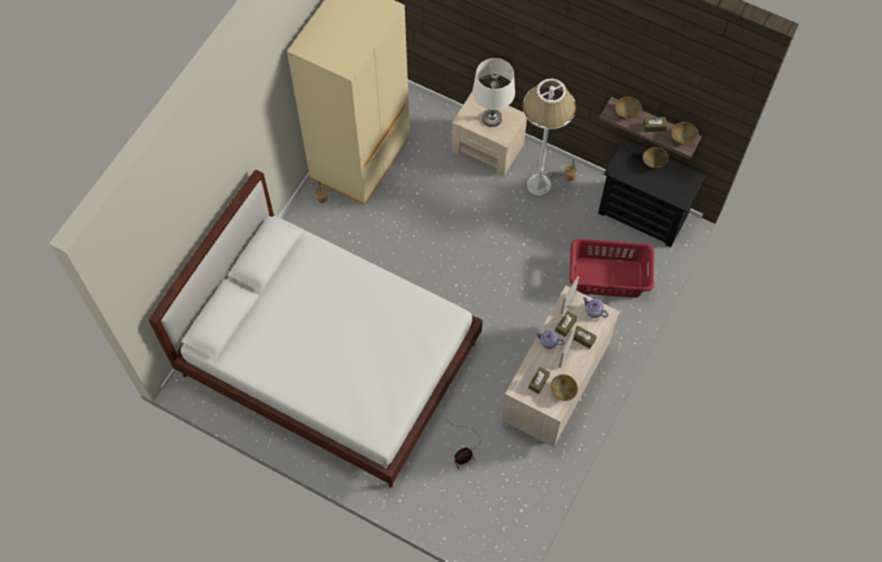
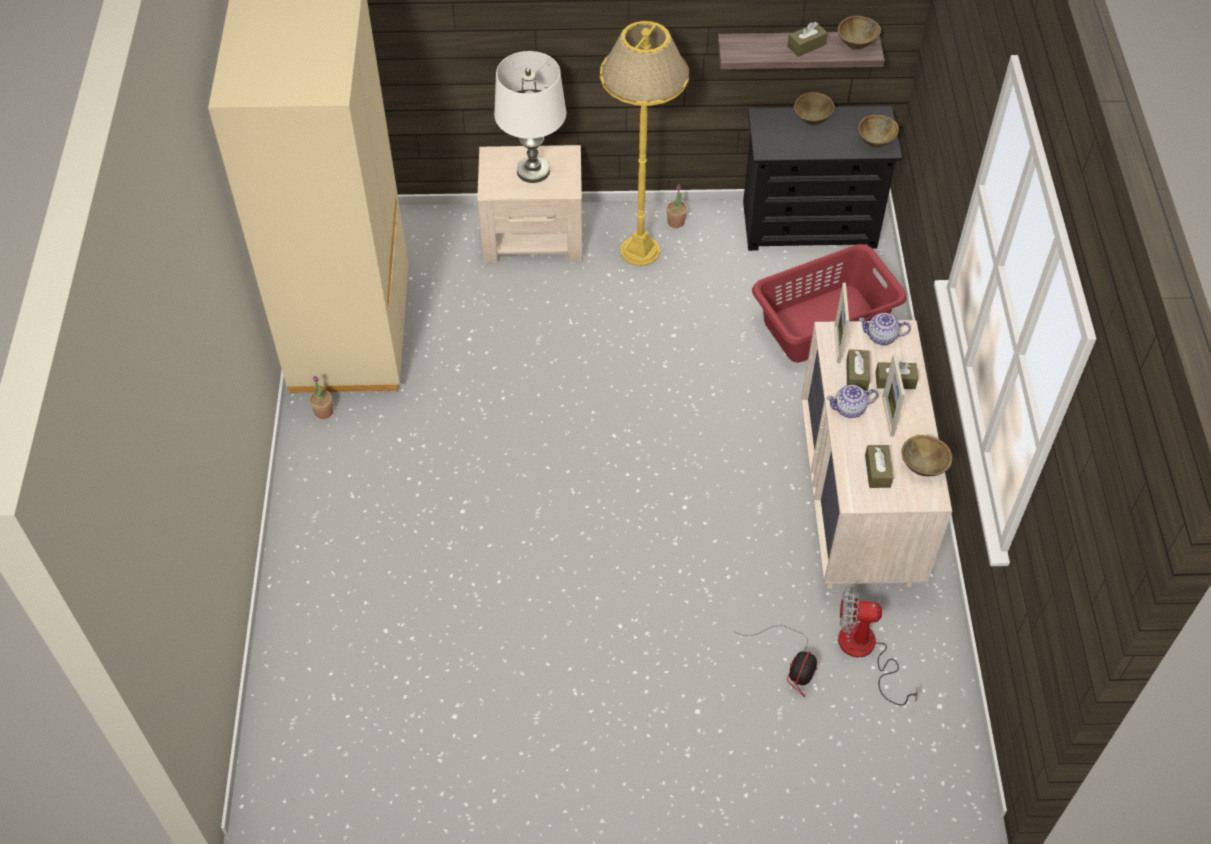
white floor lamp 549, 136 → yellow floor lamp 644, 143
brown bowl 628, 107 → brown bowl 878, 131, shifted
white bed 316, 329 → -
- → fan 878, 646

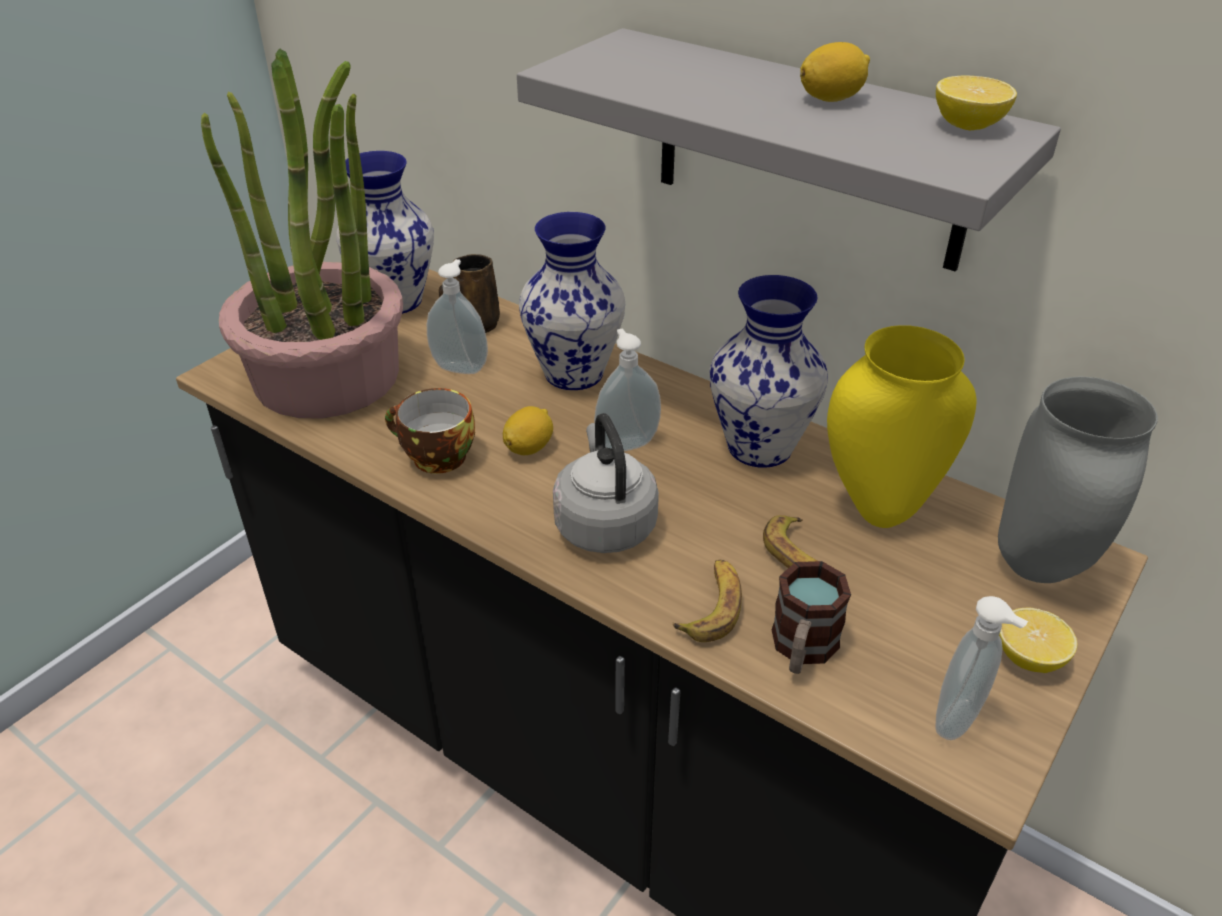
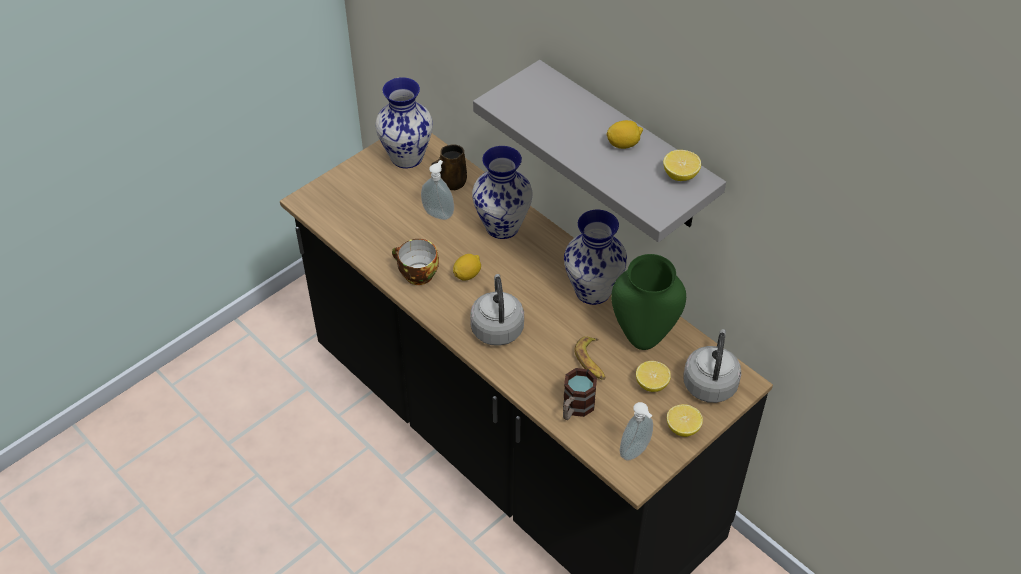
potted plant 302, 233 → -
yellow vase 901, 426 → green vase 648, 302
soap dispenser 627, 390 → -
grey vase 1078, 480 → grey kettle 712, 366
banana 707, 601 → -
- → lemon 653, 376

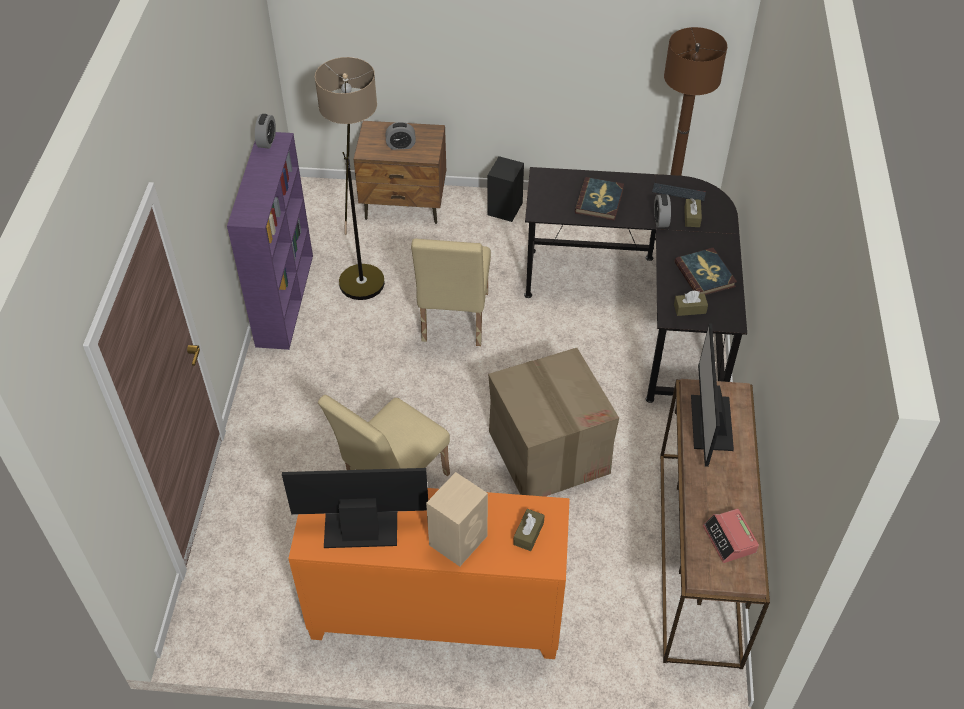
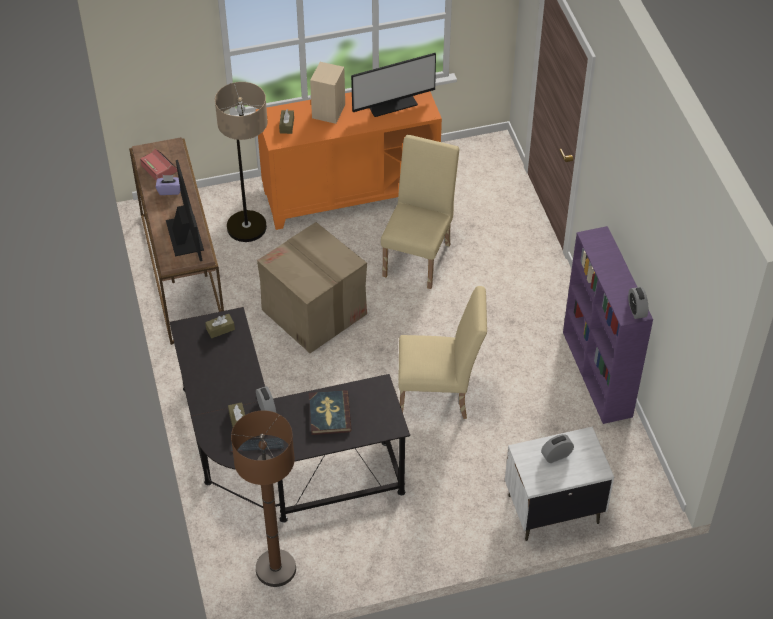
floor lamp 350, 178 → floor lamp 241, 162, shifted
brown nightstand 400, 172 → white nightstand 559, 484
black speaker 505, 189 → -
beige chair 451, 292 → beige chair 442, 352, 105 degrees clockwise
book 705, 271 → -
- → purple tissue box 168, 185

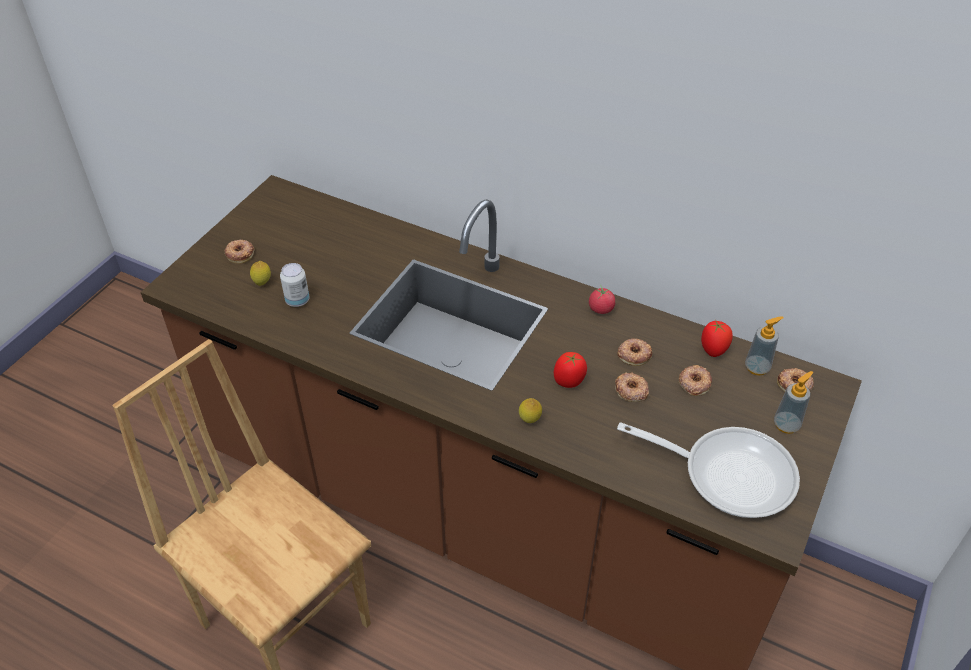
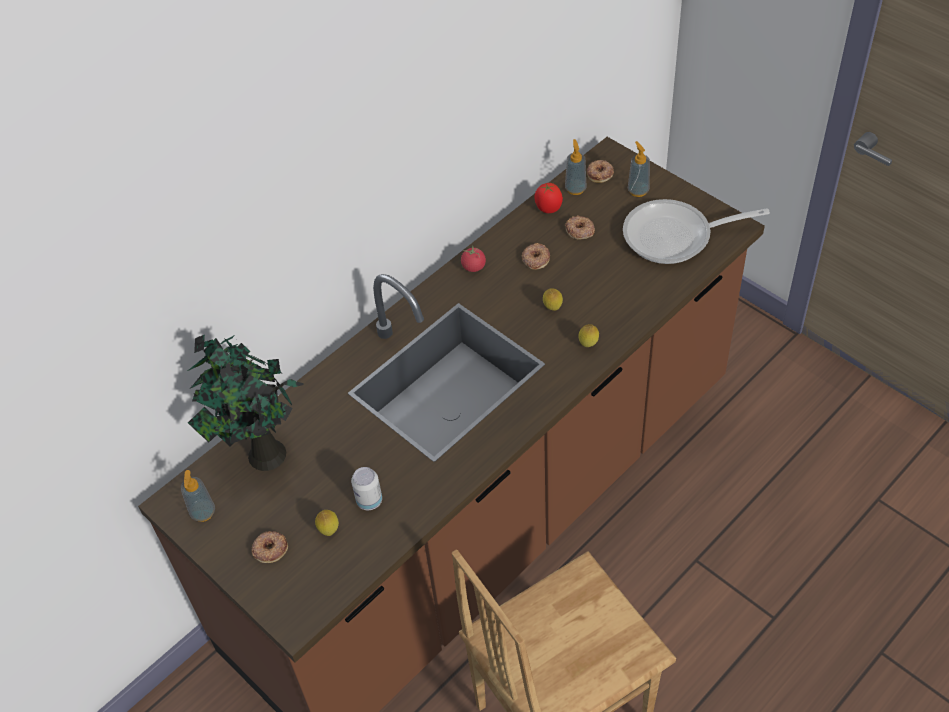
tomato 570, 370 → lemon 553, 299
donut 632, 387 → -
frying pan 708, 470 → frying pan 696, 231, 135 degrees counterclockwise
- → potted plant 246, 402
- → soap dispenser 198, 496

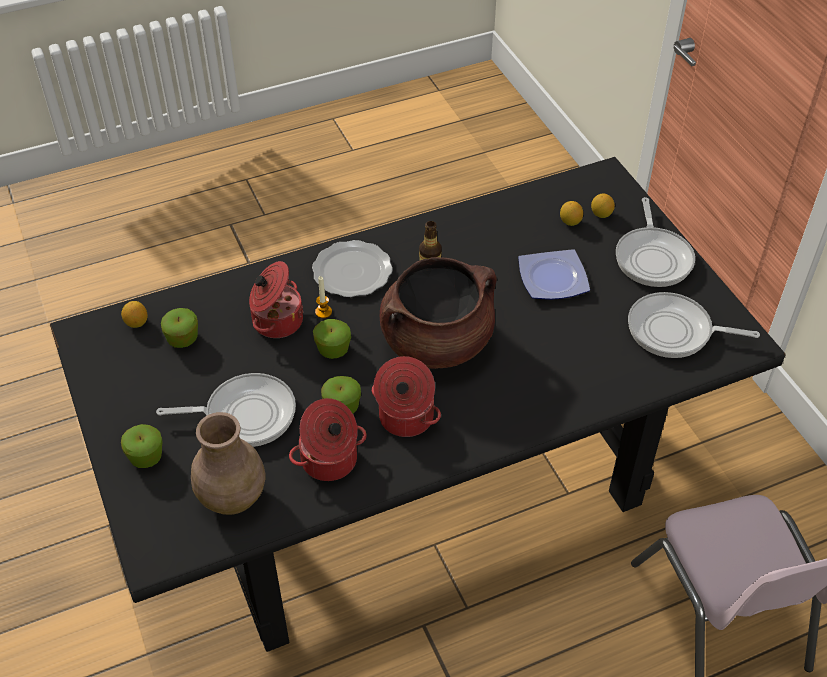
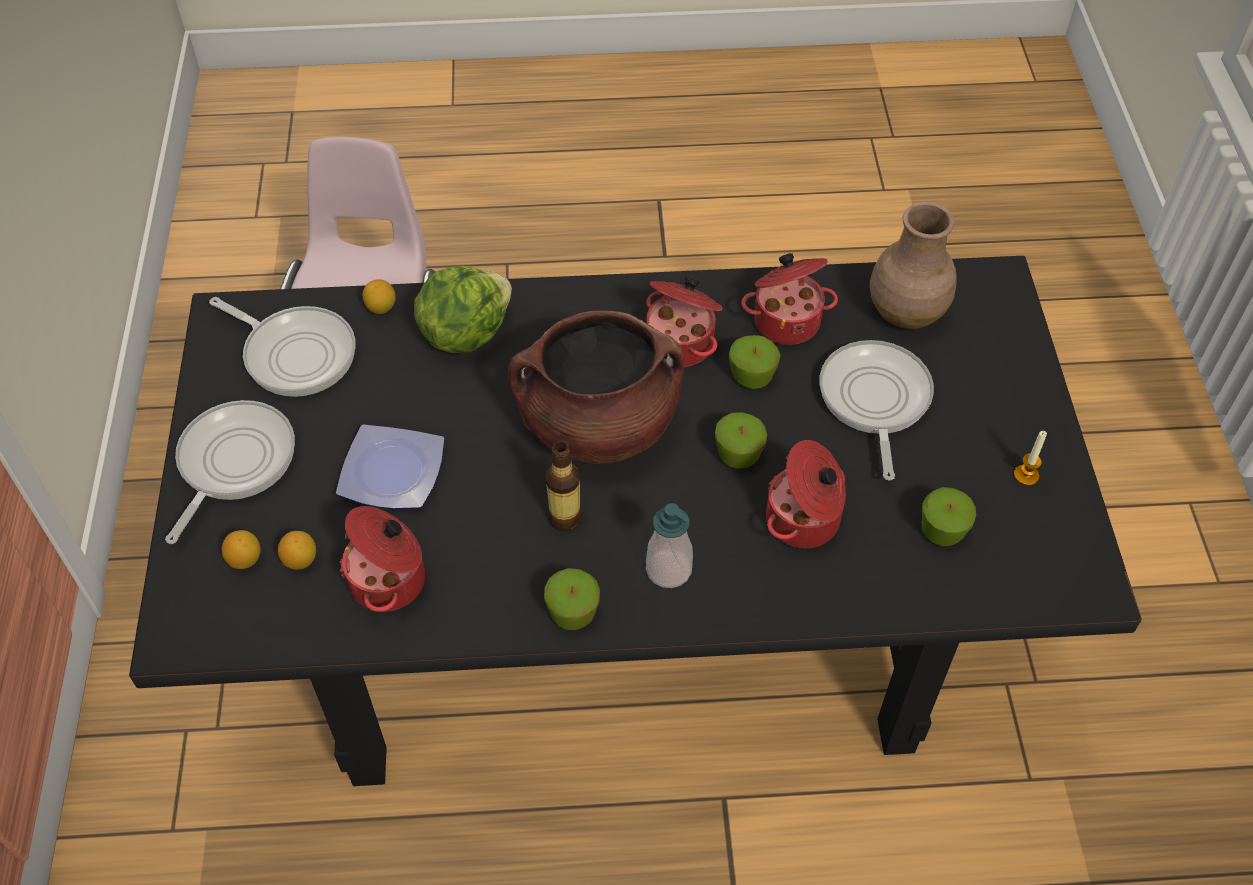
plate 352, 269 → soap dispenser 669, 545
candle 323, 297 → candle 1030, 458, shifted
lemon 134, 314 → lemon 379, 296, shifted
frying pan 226, 410 → frying pan 876, 410, 75 degrees clockwise
apple 142, 446 → apple 572, 599, shifted
- → lettuce 463, 310
- → cooking pot 382, 559

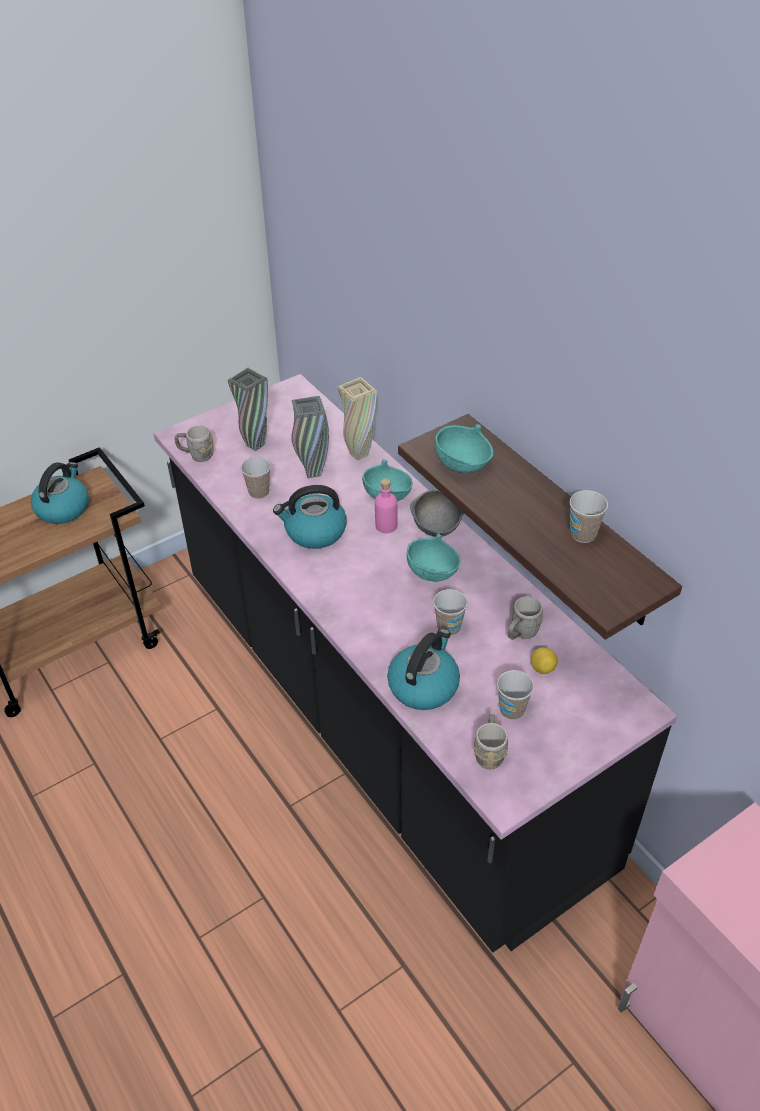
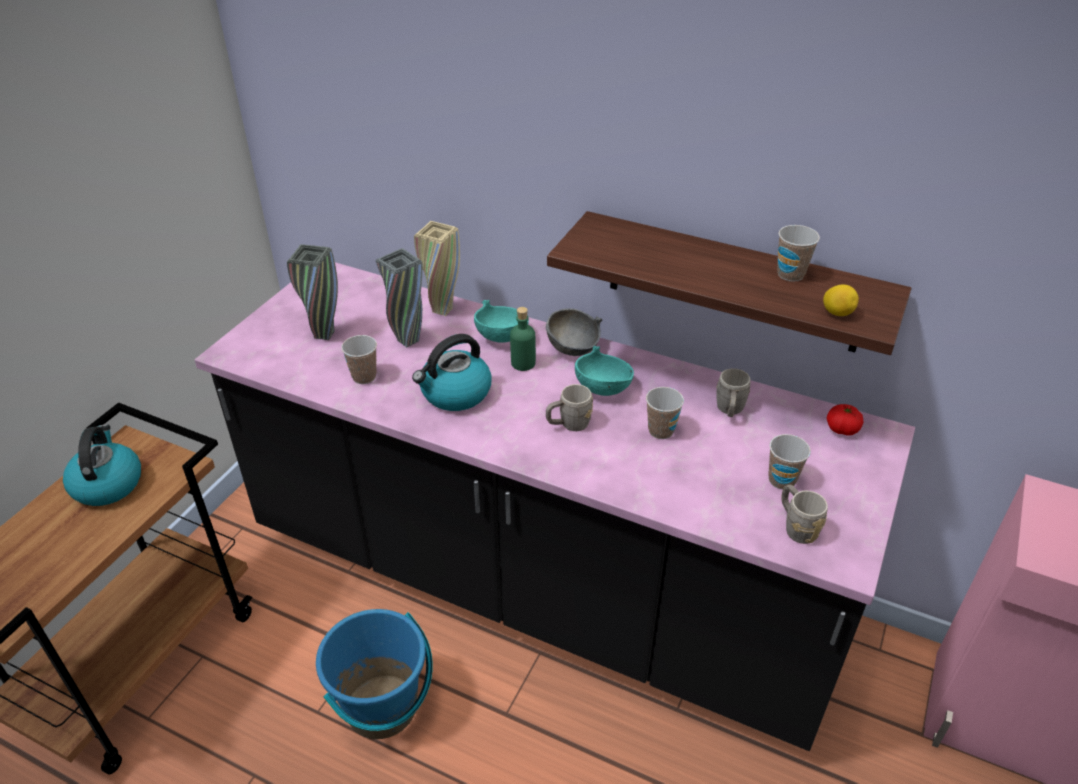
turquoise bowl 464, 448 → -
grey mug 194, 443 → grey mug 569, 407, shifted
pink bottle 386, 505 → green bottle 523, 339
kettle 423, 669 → -
lemon 544, 660 → lemon 841, 300, shifted
- → tomato 845, 420
- → blue bucket 374, 674

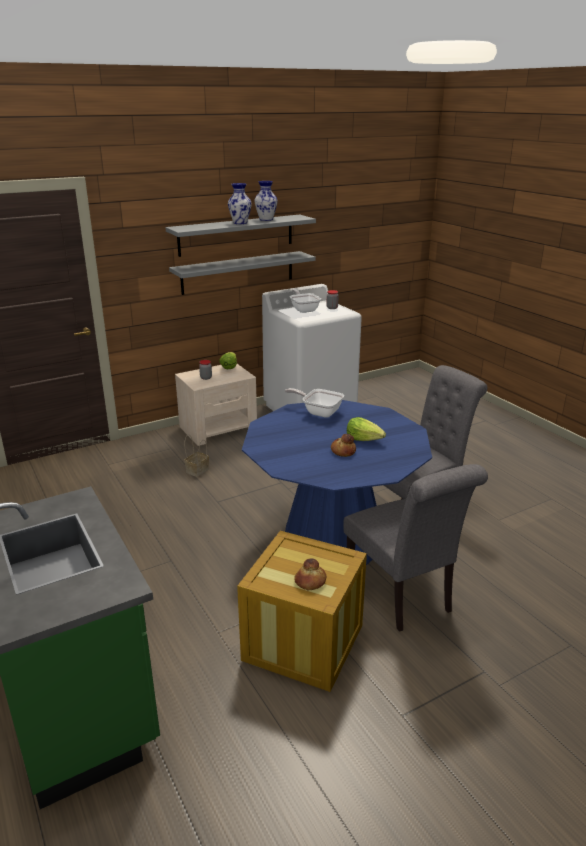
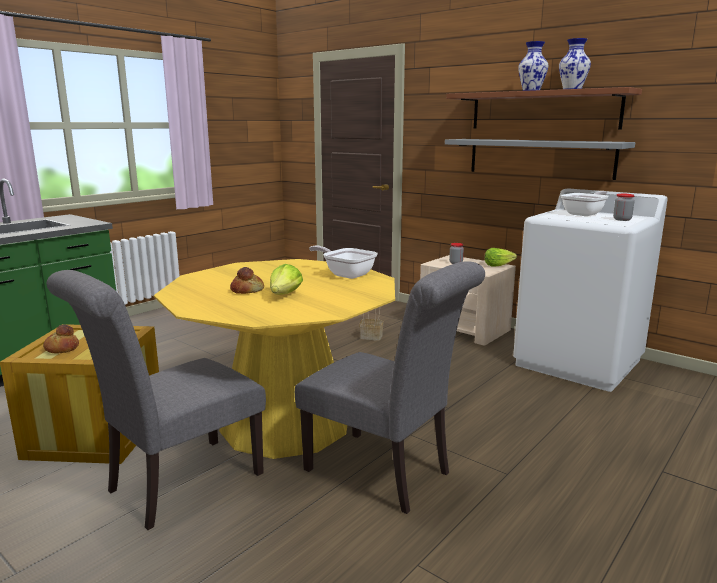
grey shelf 240, 236 → brown shelf 544, 108
frying pan 314, 403 → frying pan 343, 262, 60 degrees counterclockwise
blue dining table 337, 482 → yellow dining table 274, 359

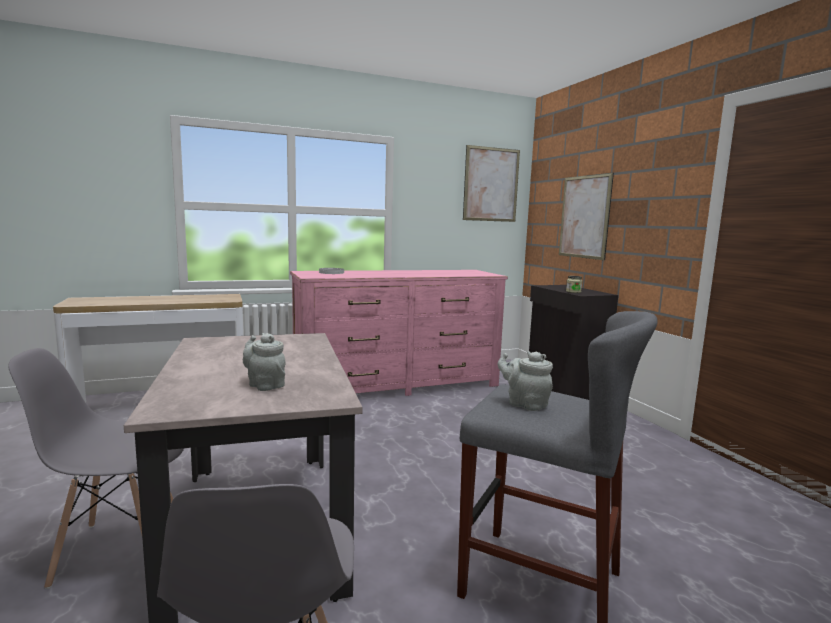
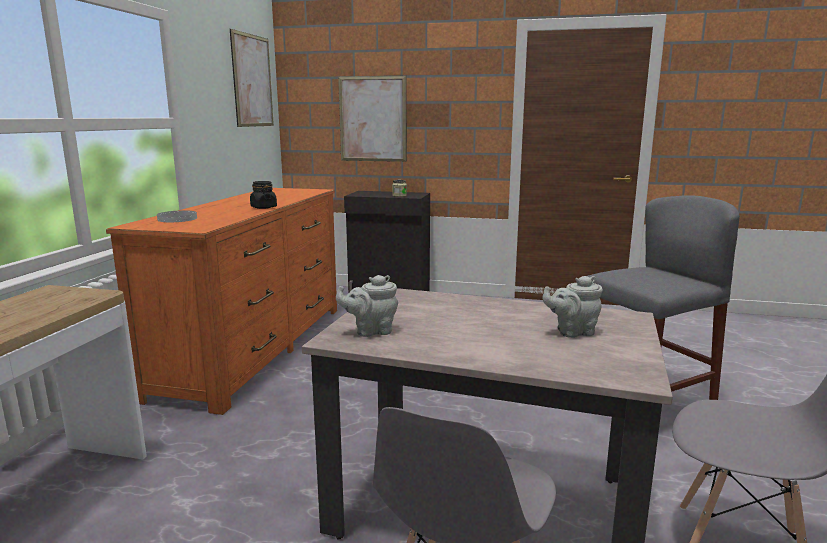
pink dresser 399, 333 → orange dresser 221, 301
grey teapot 525, 381 → grey teapot 367, 306, shifted
- → black jar 263, 195

